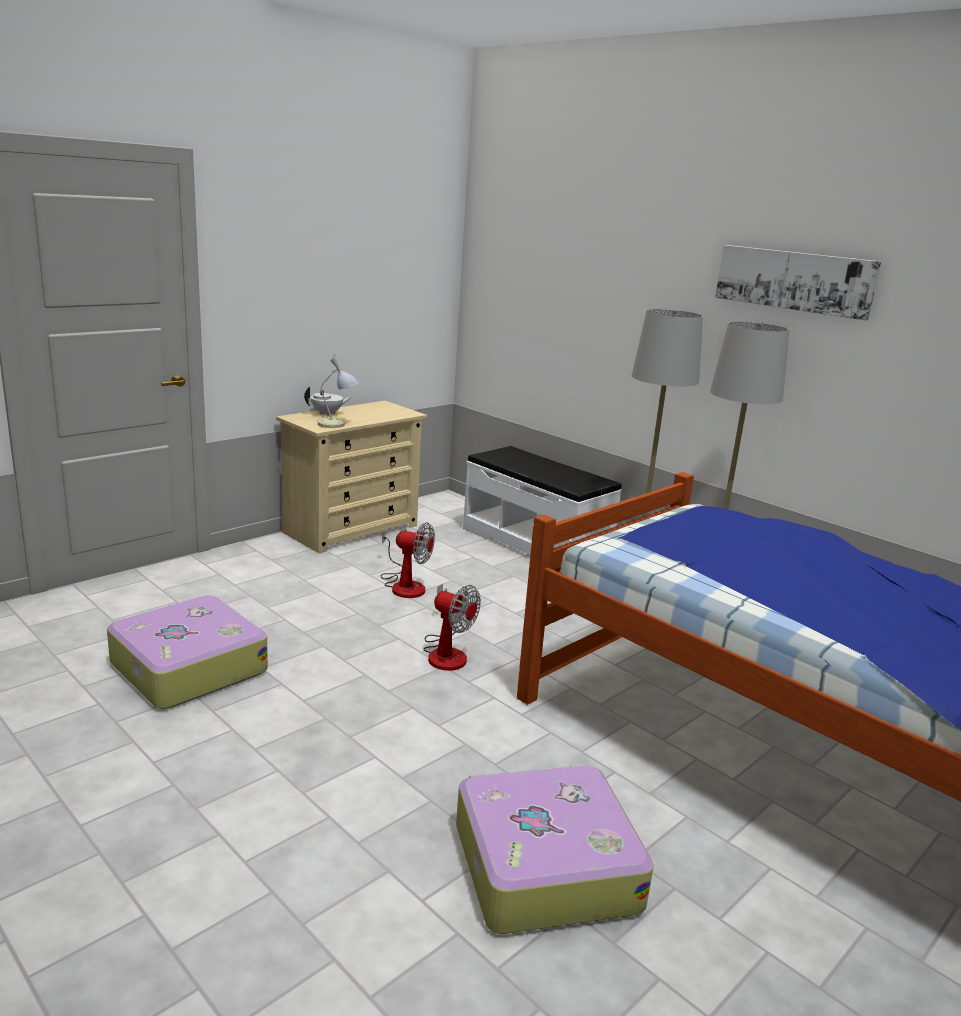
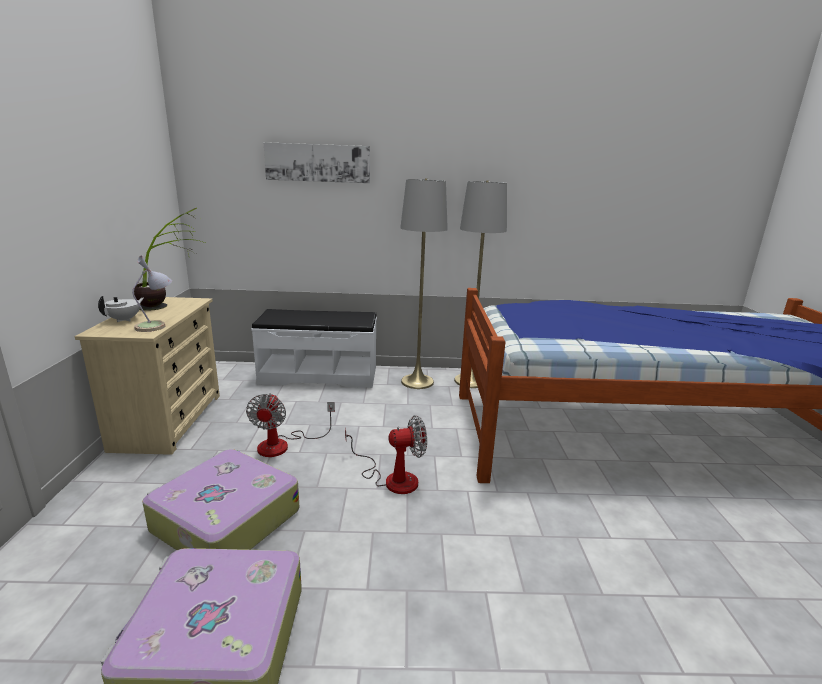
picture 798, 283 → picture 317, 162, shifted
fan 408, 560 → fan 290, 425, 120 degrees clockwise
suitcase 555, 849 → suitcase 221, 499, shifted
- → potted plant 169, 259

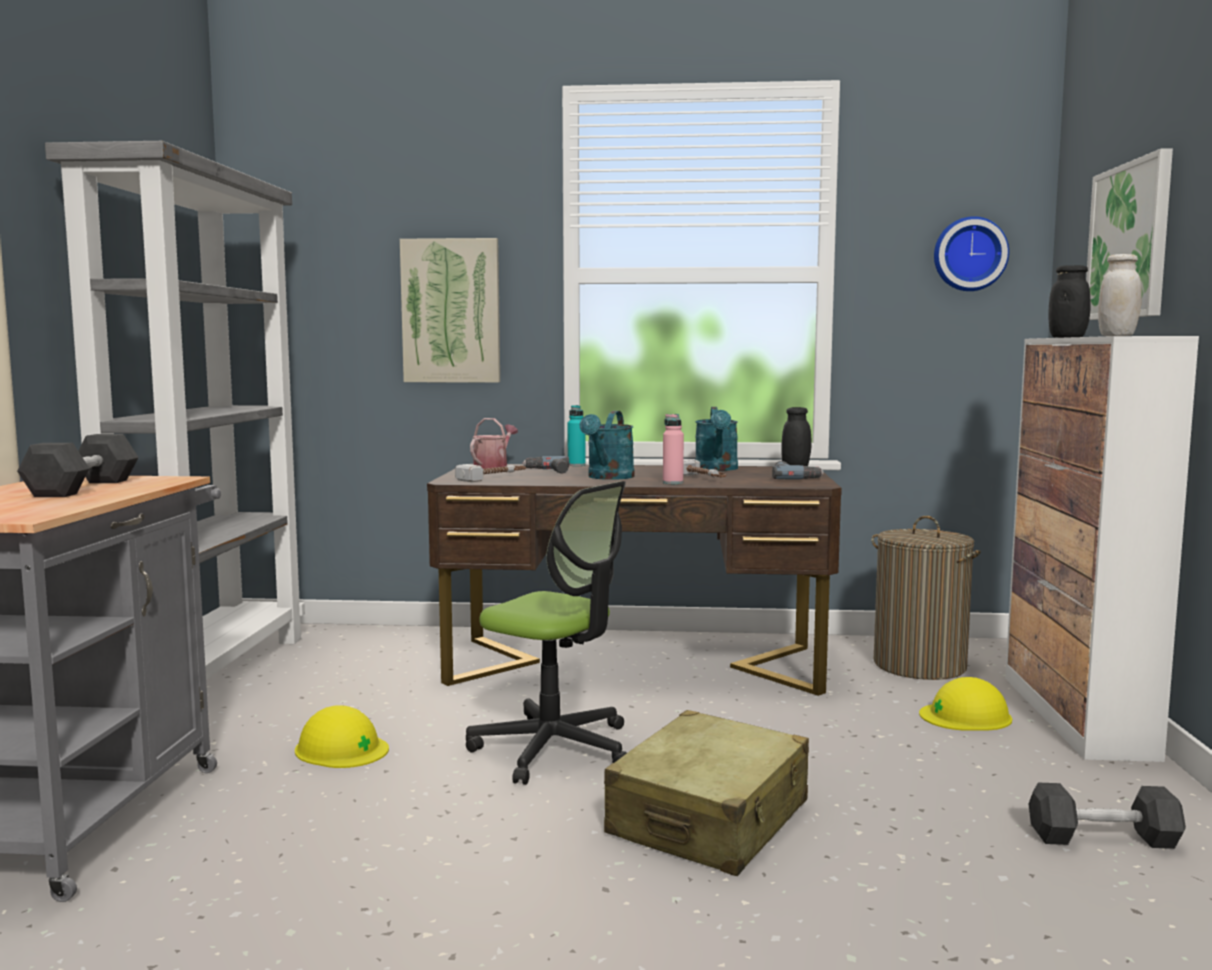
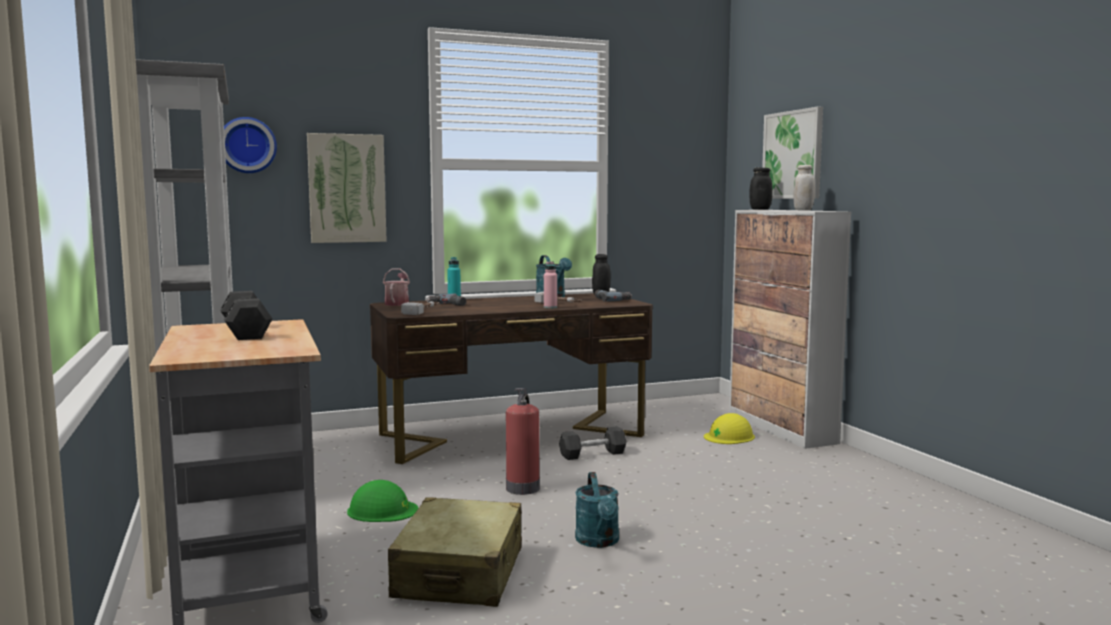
wall clock 971, 253 → wall clock 250, 145, shifted
turquoise watering can 607, 445 → turquoise watering can 597, 510, shifted
office chair 546, 633 → fire extinguisher 523, 441
laundry basket 926, 598 → -
yellow hard hat 342, 736 → green hard hat 382, 501
beige suitcase 706, 793 → beige suitcase 455, 552, shifted
black dumbbell 1107, 816 → black dumbbell 593, 443, shifted

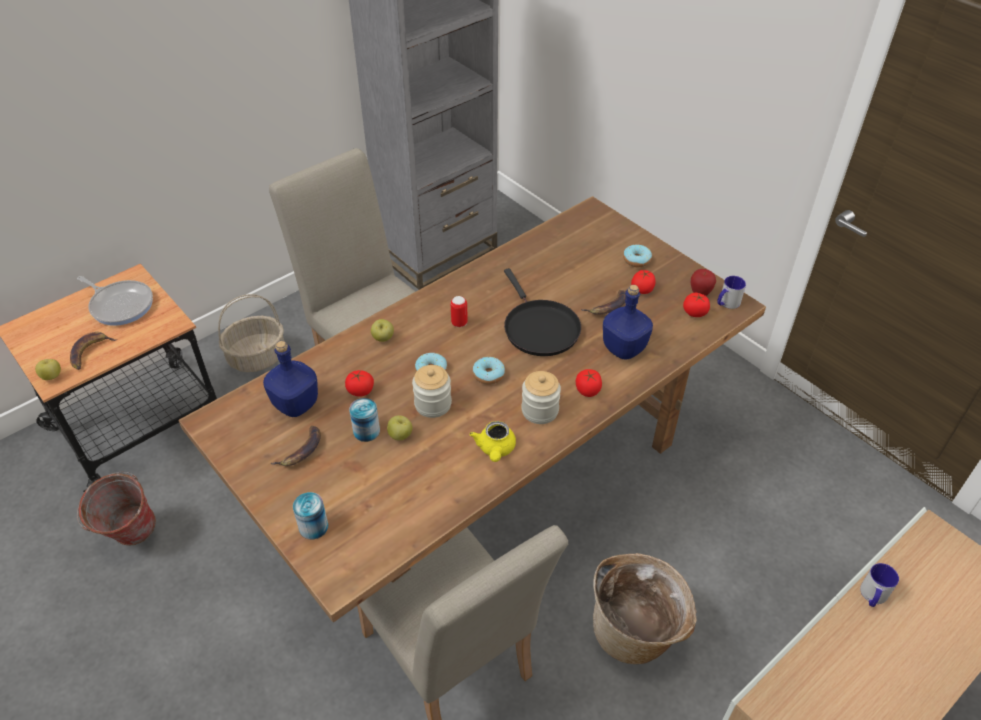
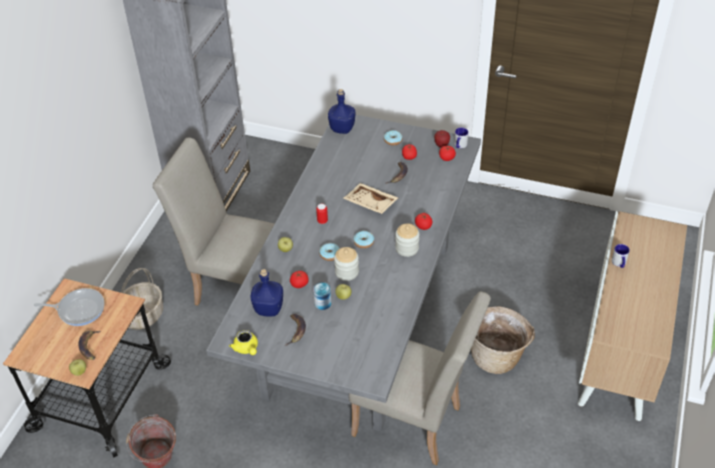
brown dining table 472, 409 → grey dining table 343, 273
black frying pan 542, 312 → beige tray 370, 198
blue bottle 628, 322 → blue bottle 342, 111, shifted
yellow teapot 492, 441 → yellow teapot 243, 342, shifted
can 310, 516 → -

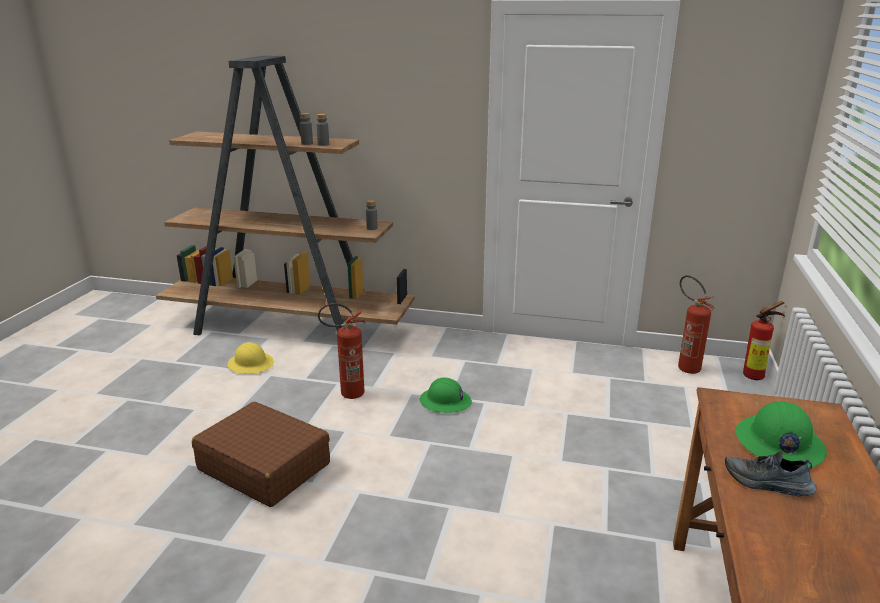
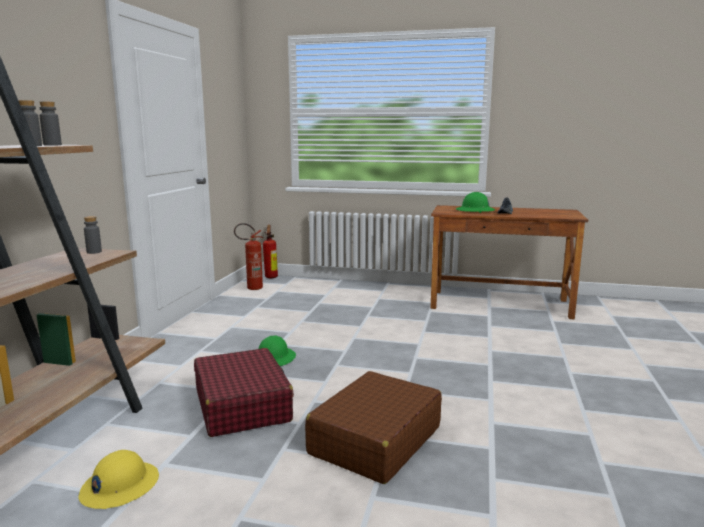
fire extinguisher 341, 351 → red suitcase 244, 392

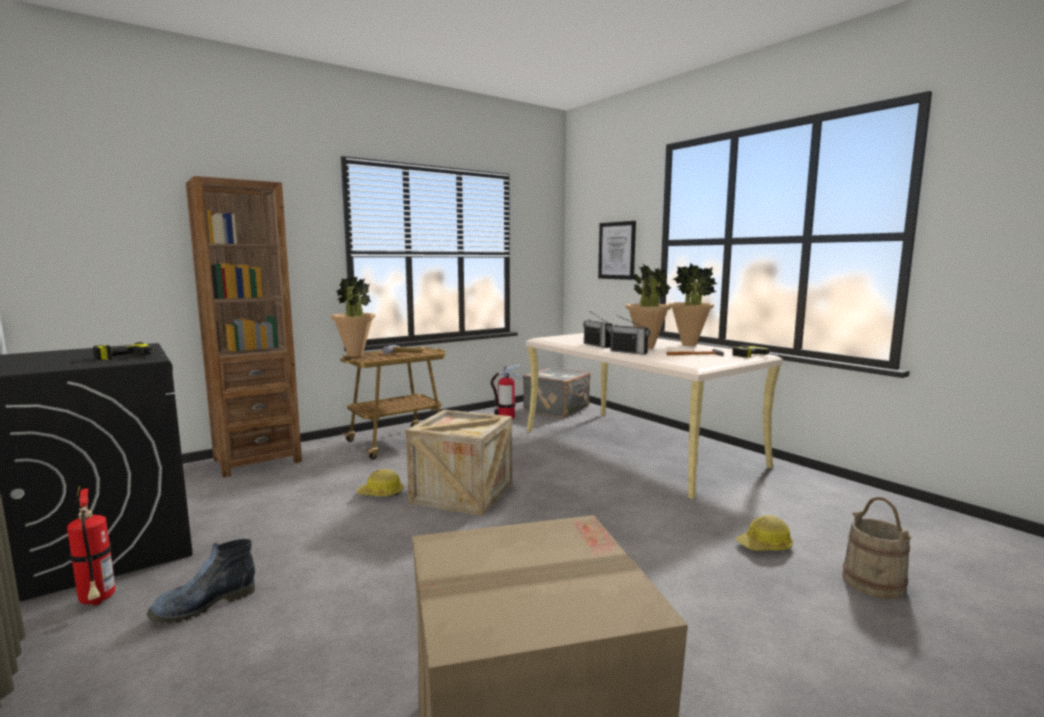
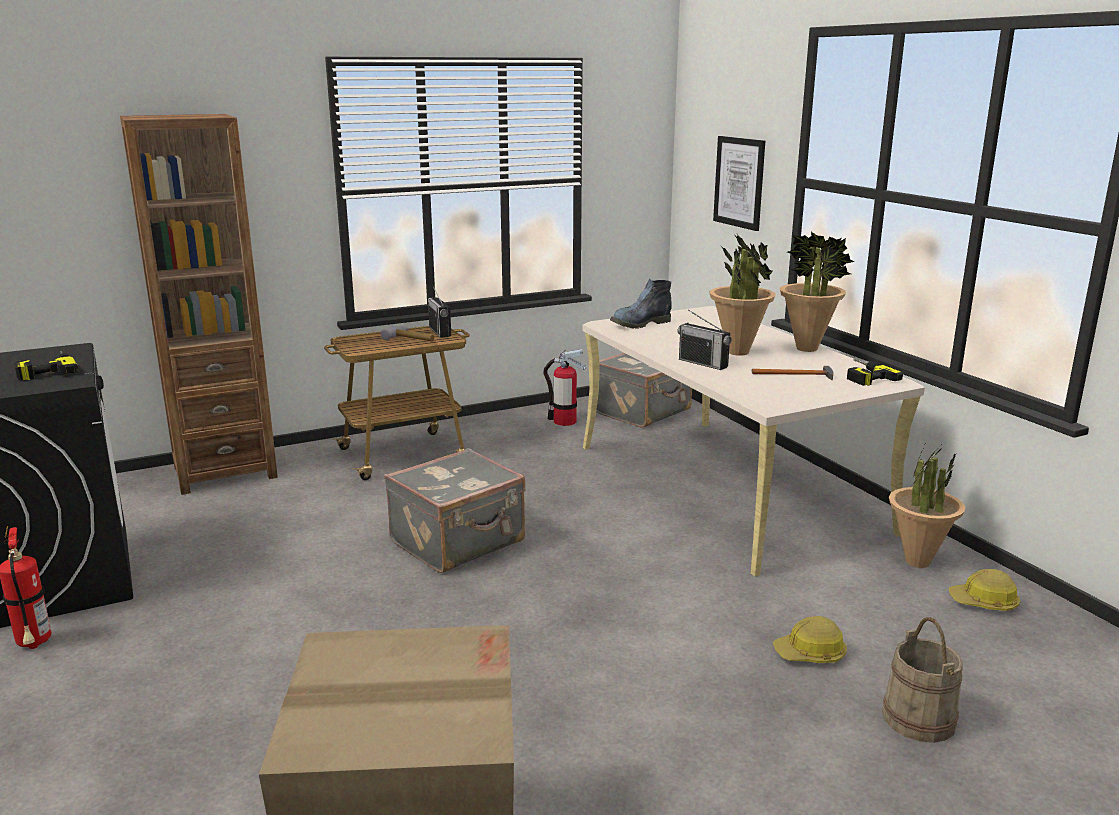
potted plant 353, 316 → potted plant 927, 505, shifted
radio 597, 329 → radio 439, 312, shifted
crate 459, 463 → grey suitcase 454, 510
hard hat 380, 482 → hard hat 984, 590, shifted
boot 200, 581 → boot 641, 304, shifted

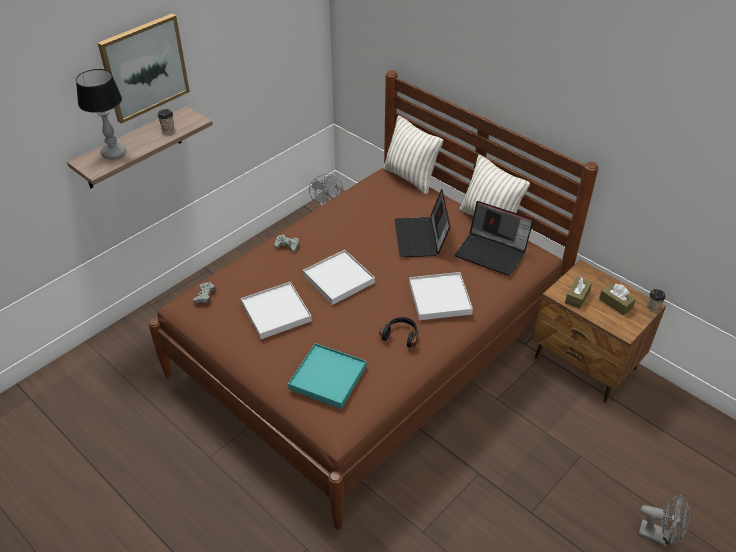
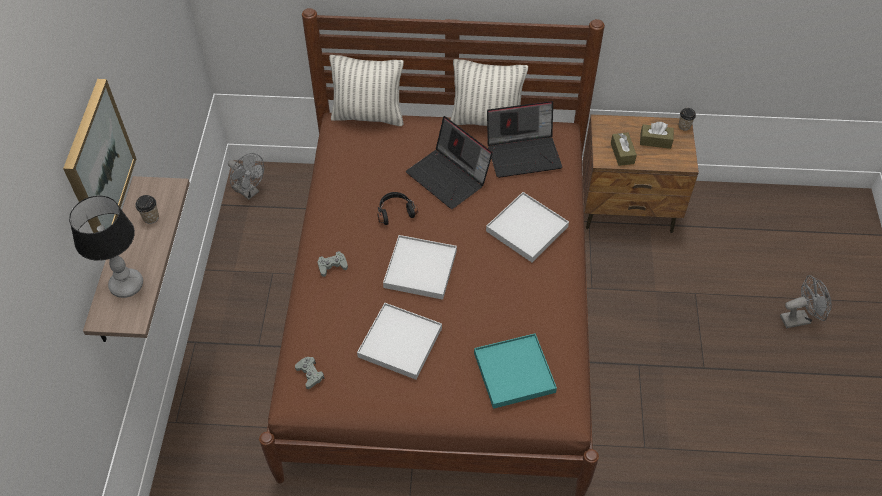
black headphones 398, 332 → black headphones 398, 208, shifted

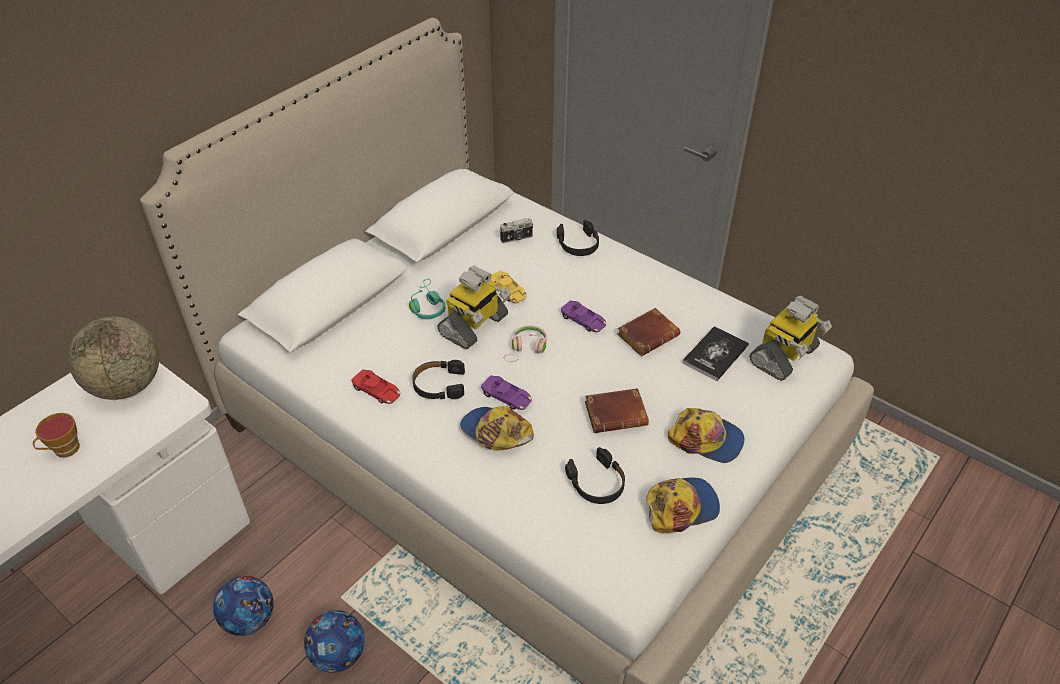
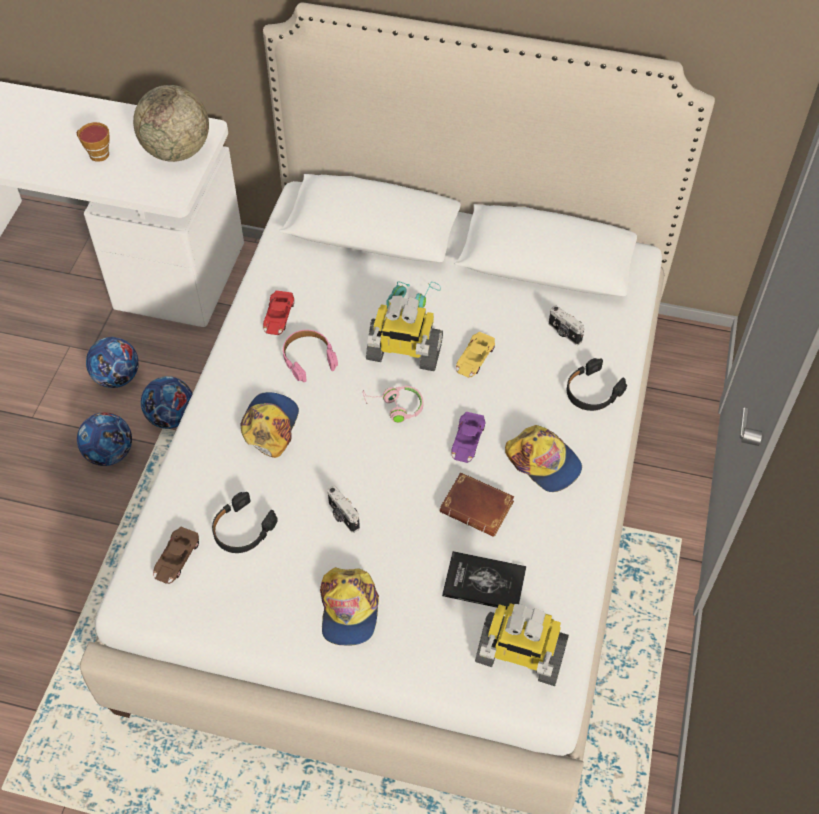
black headphones 438, 379 → pink headphones 310, 356
purple toy car 506, 392 → -
brown book 617, 410 → photo camera 343, 509
cap 683, 505 → cap 543, 458, shifted
- → football 167, 402
- → brown toy car 176, 555

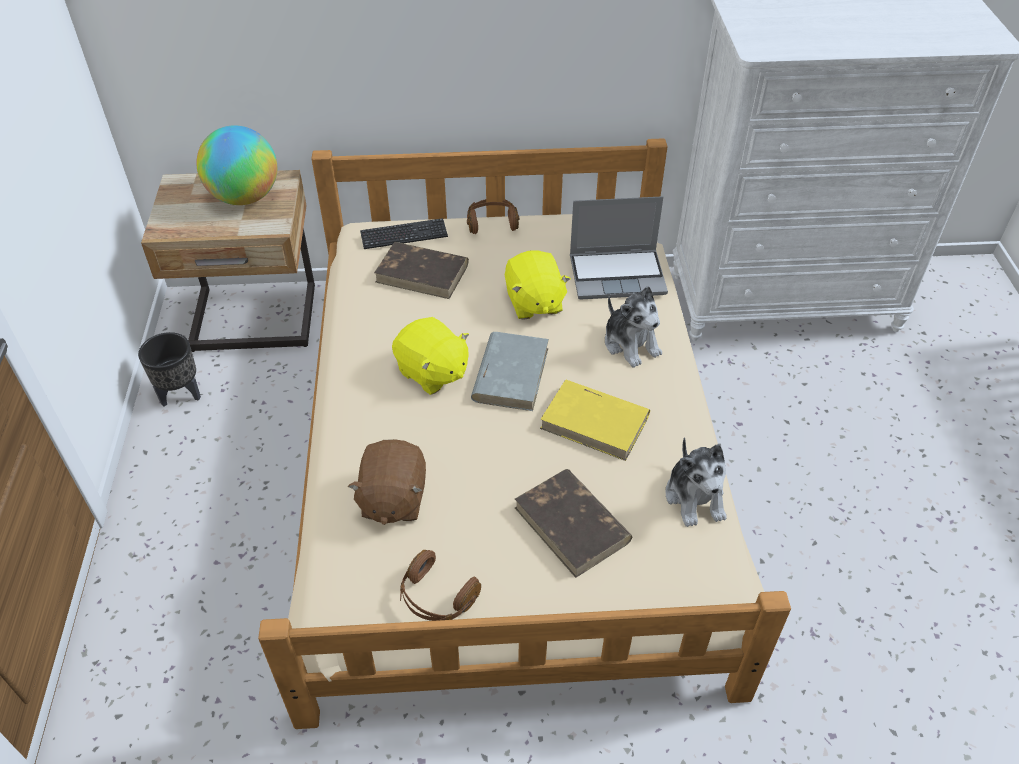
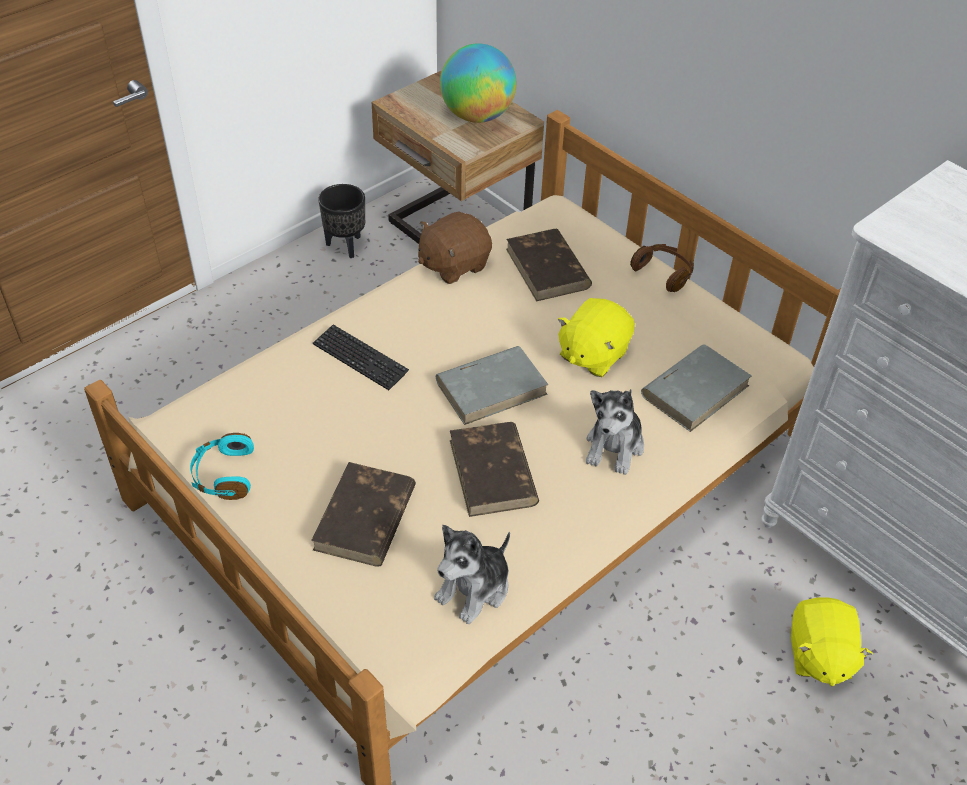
laptop 619, 247 → grey book 696, 388
keyboard 404, 233 → keyboard 361, 357, shifted
yellow plush toy 430, 356 → yellow plush toy 832, 641, shifted
yellow book 595, 420 → brown book 494, 469
brown plush toy 387, 482 → brown plush toy 455, 247, shifted
brown headphones 440, 585 → turquoise headphones 222, 466

